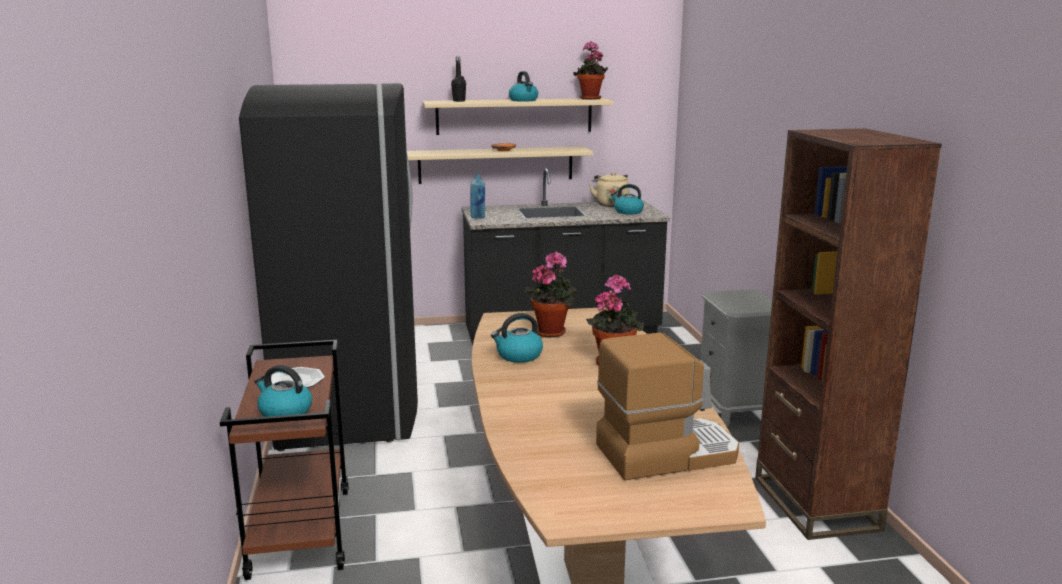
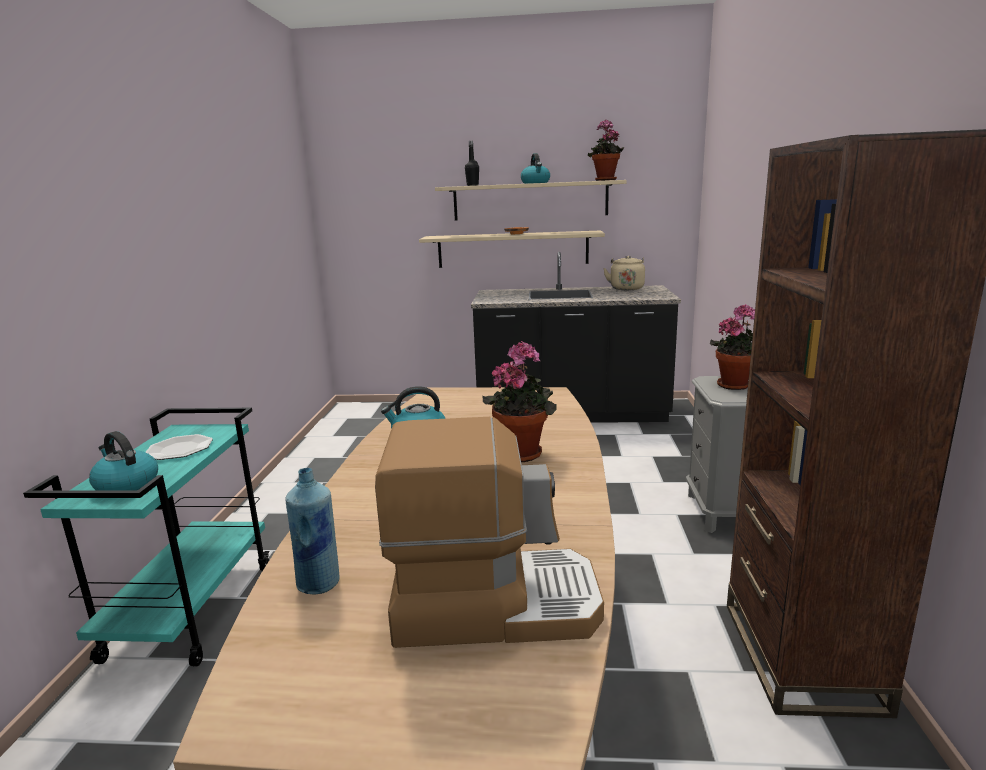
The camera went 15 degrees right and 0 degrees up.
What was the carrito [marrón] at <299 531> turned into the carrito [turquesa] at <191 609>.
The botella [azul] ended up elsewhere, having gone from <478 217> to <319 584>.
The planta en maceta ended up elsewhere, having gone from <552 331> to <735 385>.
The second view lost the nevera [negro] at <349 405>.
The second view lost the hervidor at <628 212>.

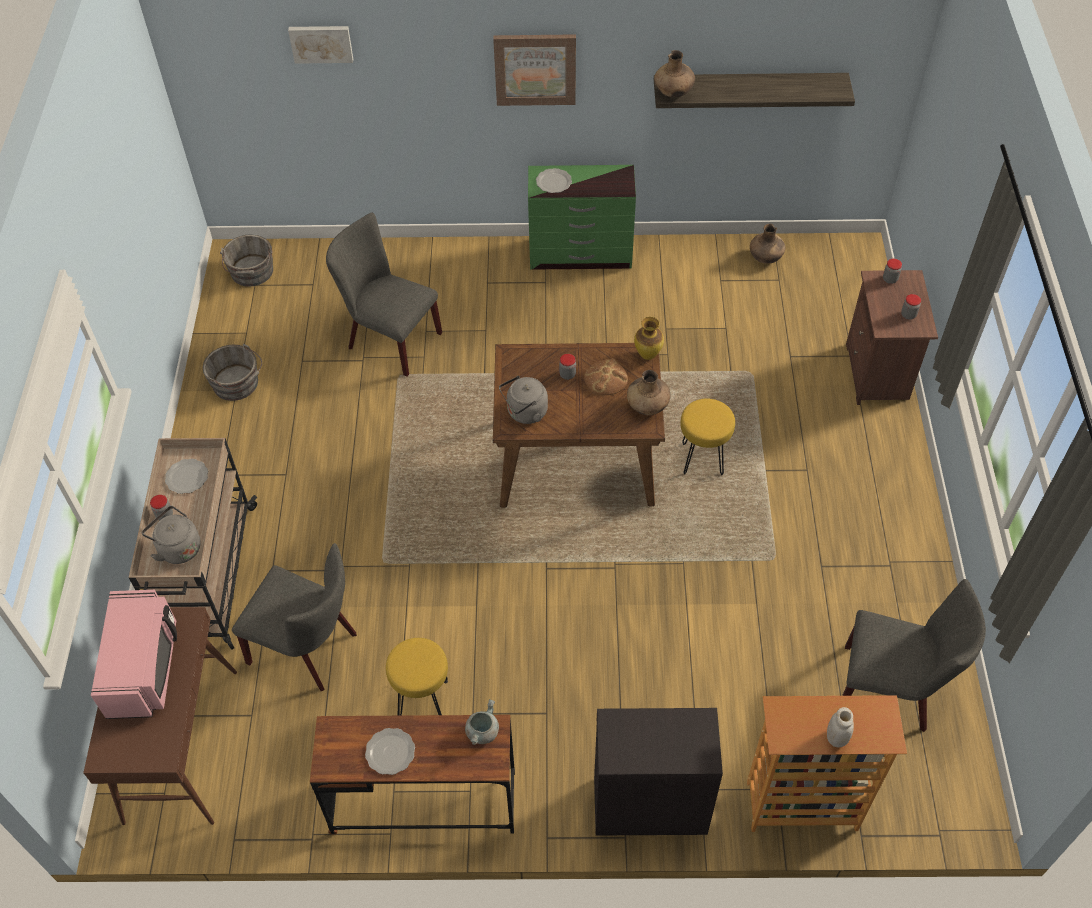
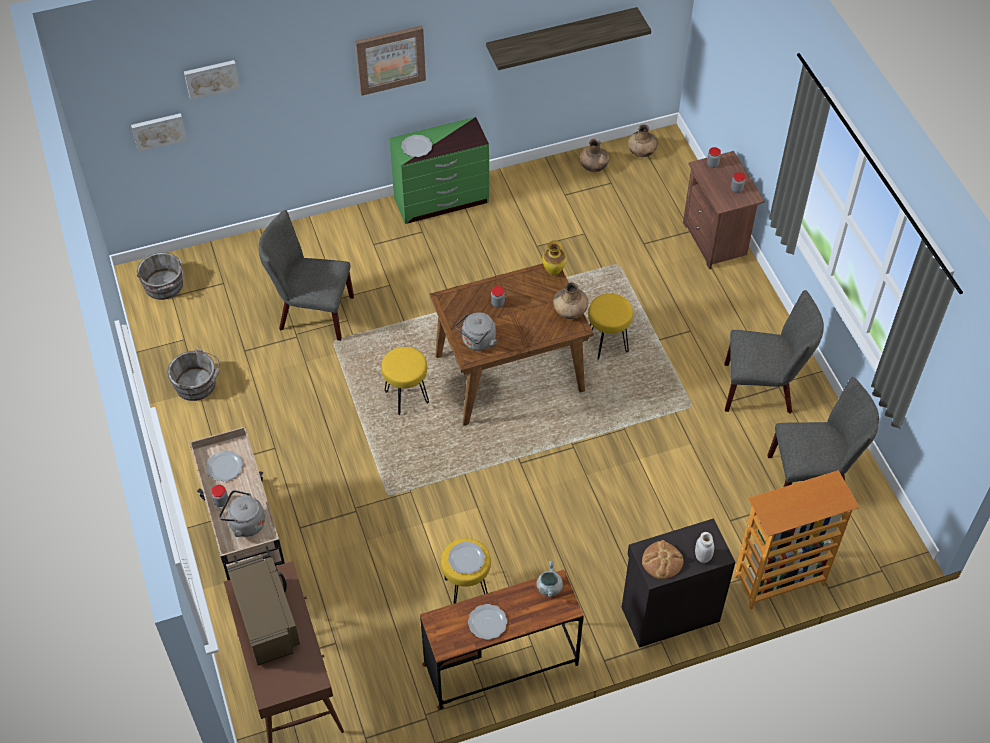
The camera went 20 degrees left and 0 degrees up.
The second view gained the cuadro at <158 131>.
What was the microondas [rosa] at <144 667> turned into the microondas [marrón] at <267 619>.
The second view gained the taburete [amarillo] at <406 397>.
The second view gained the plato at <466 559>.
The florero [marrón] ended up elsewhere, having gone from <673 92> to <641 152>.
The pan ended up elsewhere, having gone from <606 379> to <662 561>.
The tarro [blanco] ended up elsewhere, having gone from <836 738> to <702 556>.
The silla [gris] ended up elsewhere, having gone from <309 649> to <763 389>.

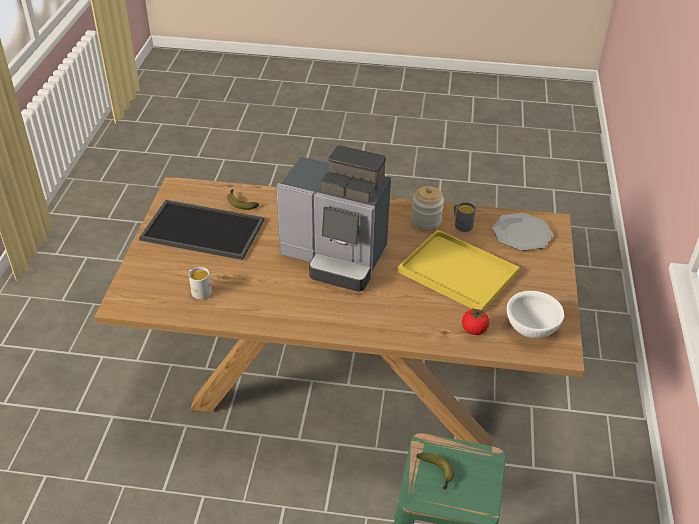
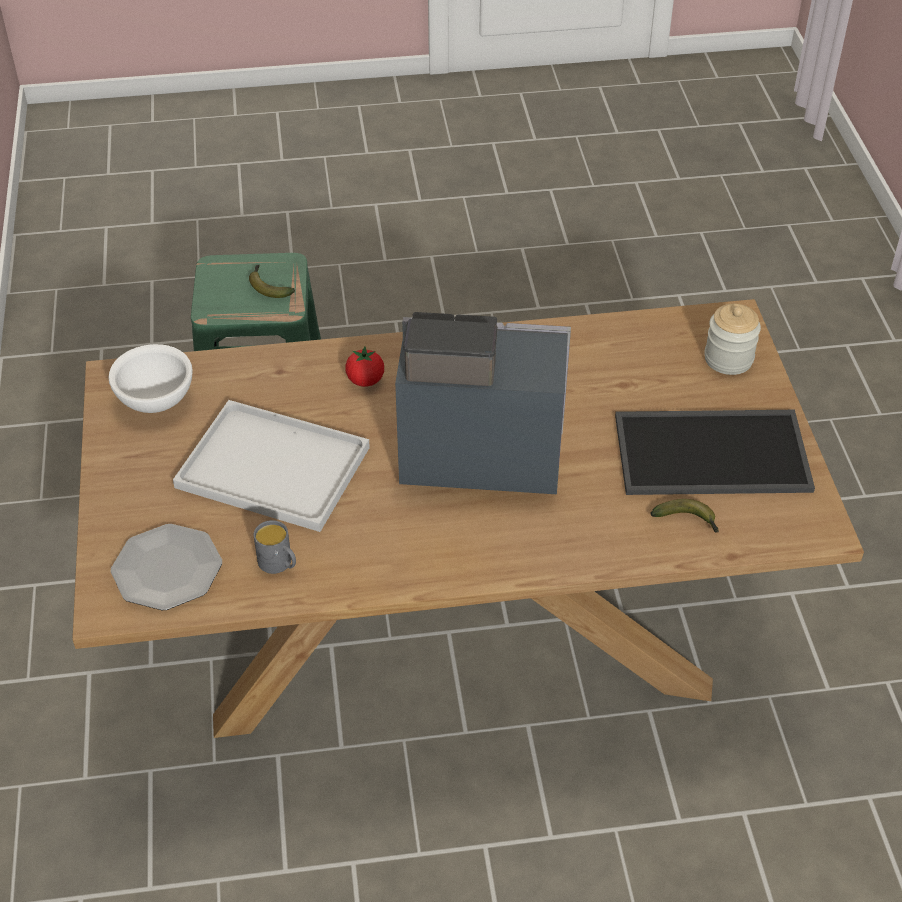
The camera went 165 degrees right and 5 degrees up.
What was the bandeja [amarillo] at <455 272> turned into the bandeja [blanco] at <277 467>.
The tomate ended up elsewhere, having gone from <474 330> to <365 380>.
The tarro ended up elsewhere, having gone from <426 221> to <728 359>.
The second view lost the taza grande [blanco] at <199 290>.

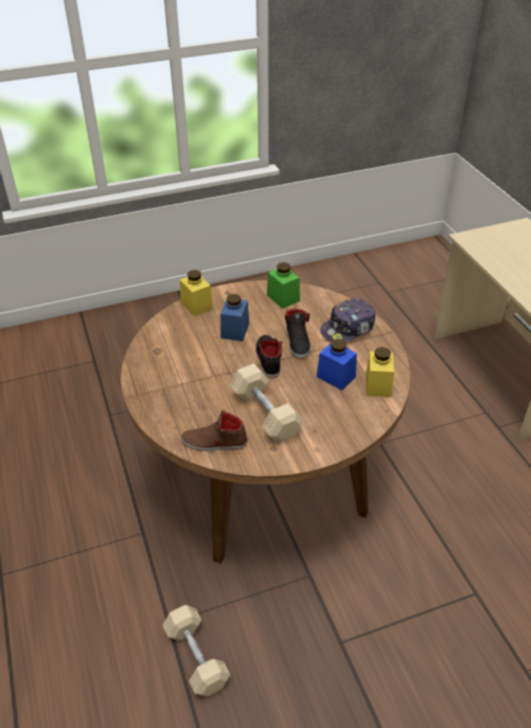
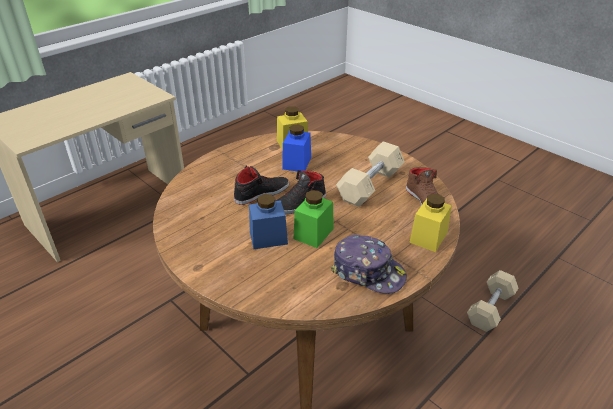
The camera went 115 degrees left and 5 degrees down.
The tarro [verde] ended up elsewhere, having gone from <283 298> to <313 233>.
The gorra ended up elsewhere, having gone from <348 328> to <368 272>.
The tarro [amarillo] ended up elsewhere, having gone from <196 305> to <428 237>.

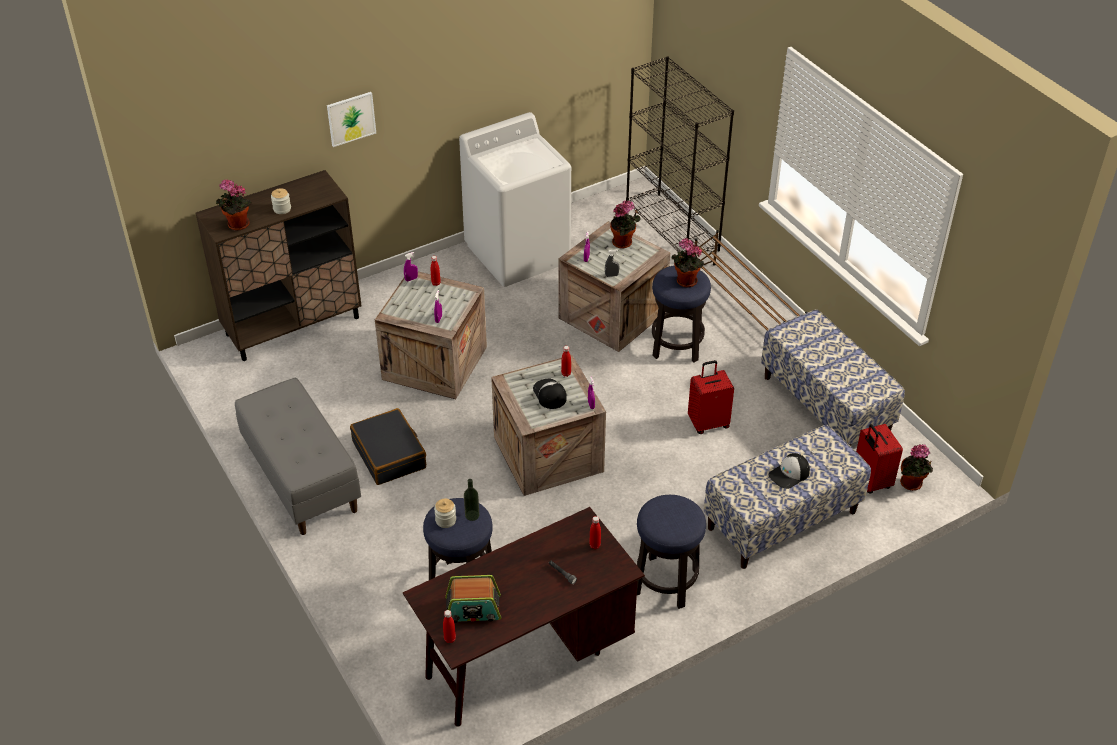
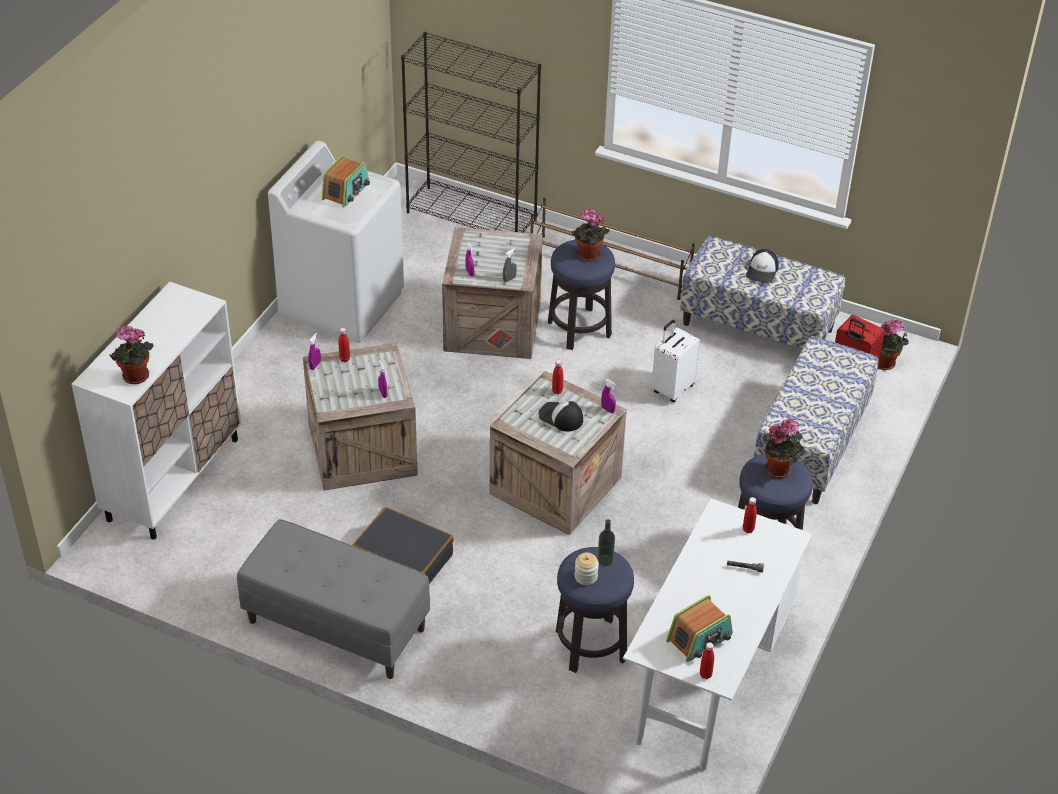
The camera went 35 degrees left and 0 degrees up.
What was the armario [marrón] at <293 326> turned into the armario [blanco] at <174 478>.
The second view gained the radio at <346 191>.
What was the escritorio [marrón] at <526 659> turned into the escritorio [blanco] at <709 679>.
What was the maleta [rojo] at <708 423> turned into the maleta [blanco] at <672 388>.
The gorra ended up elsewhere, having gone from <789 474> to <762 271>.
The planta en maceta ended up elsewhere, having gone from <624 243> to <780 469>.
The second view lost the tarro at <282 209>.
The second view lost the cuadro at <351 118>.

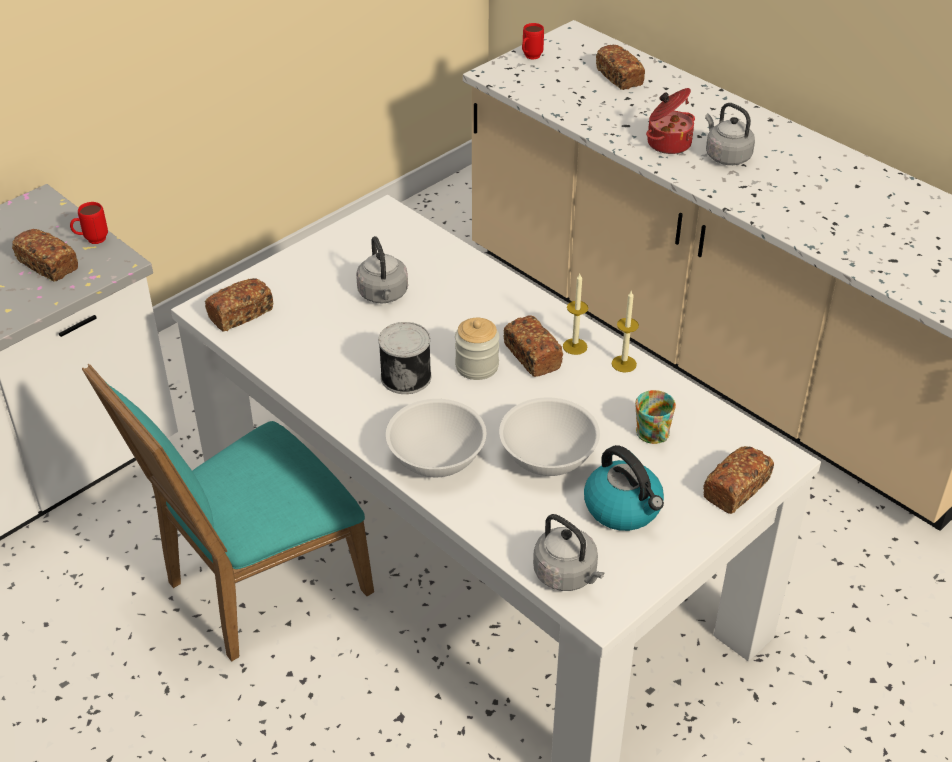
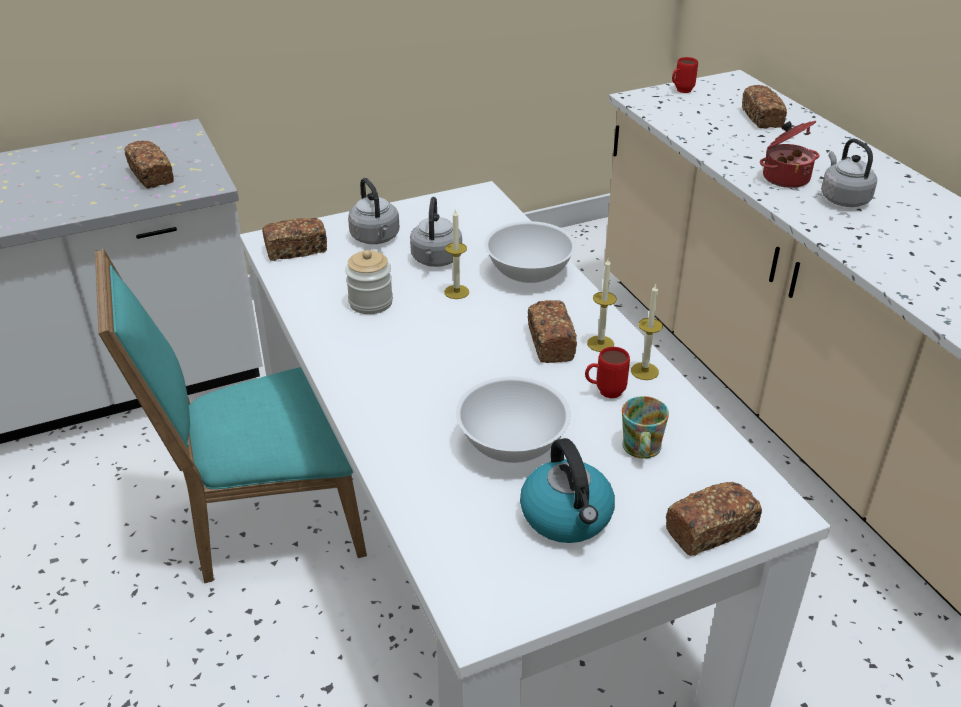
The camera went 20 degrees right and 5 degrees down.
The tarro ended up elsewhere, having gone from <477 366> to <370 302>.
The hervidor [gris] ended up elsewhere, having gone from <567 575> to <376 238>.
The second view gained the vela at <456 292>.
The cuenco [blanco] ended up elsewhere, having gone from <437 459> to <529 272>.
The taza grande [rojo] ended up elsewhere, having gone from <91 240> to <604 392>.
The second view lost the lata at <406 376>.

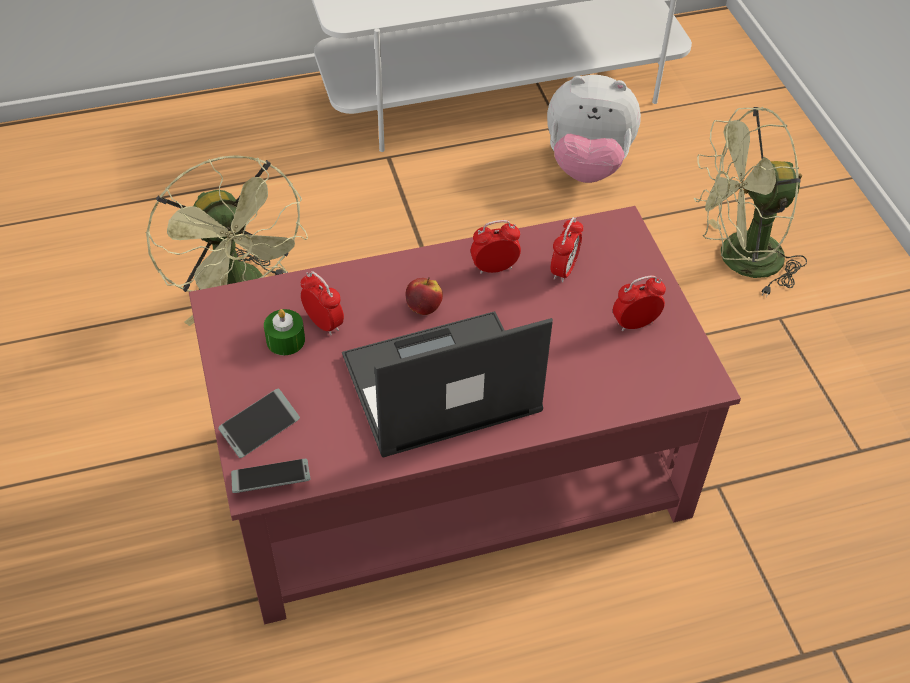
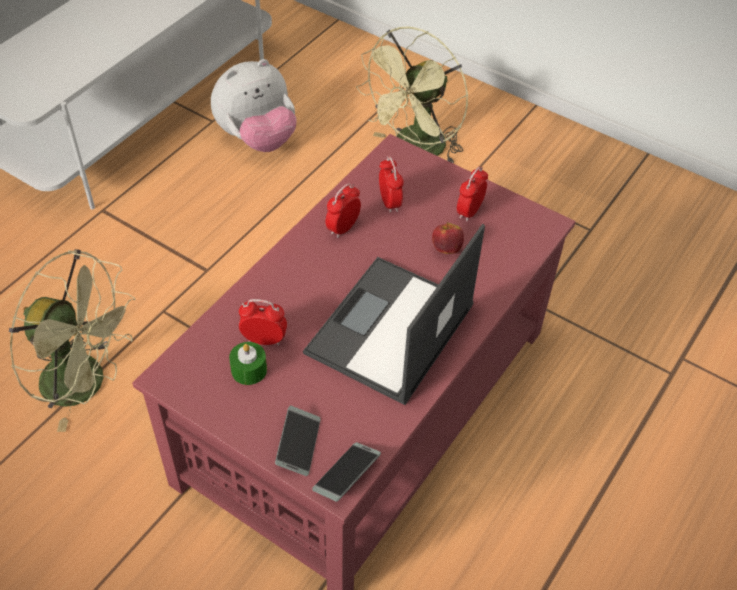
The camera went 40 degrees left and 0 degrees up.
The manzana ended up elsewhere, having gone from <423 307> to <446 249>.

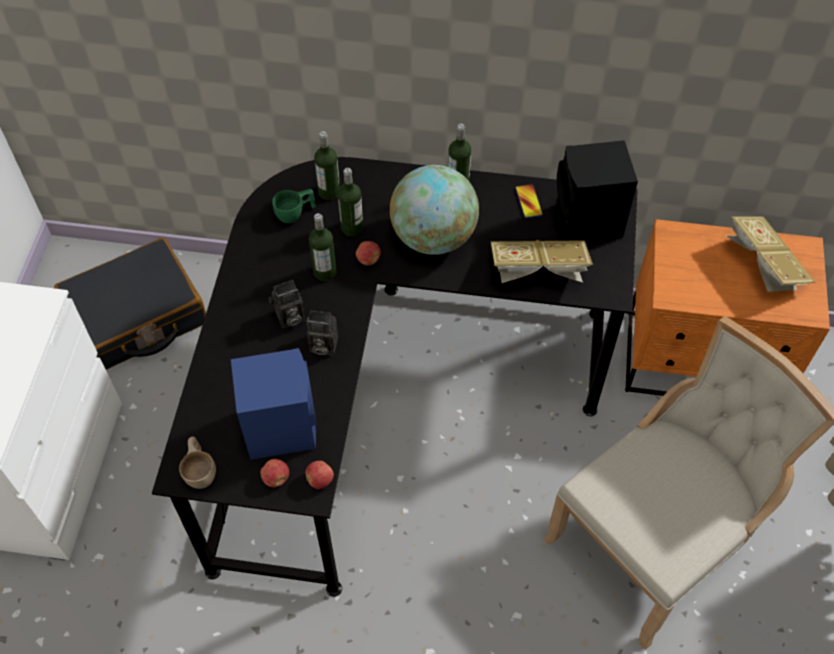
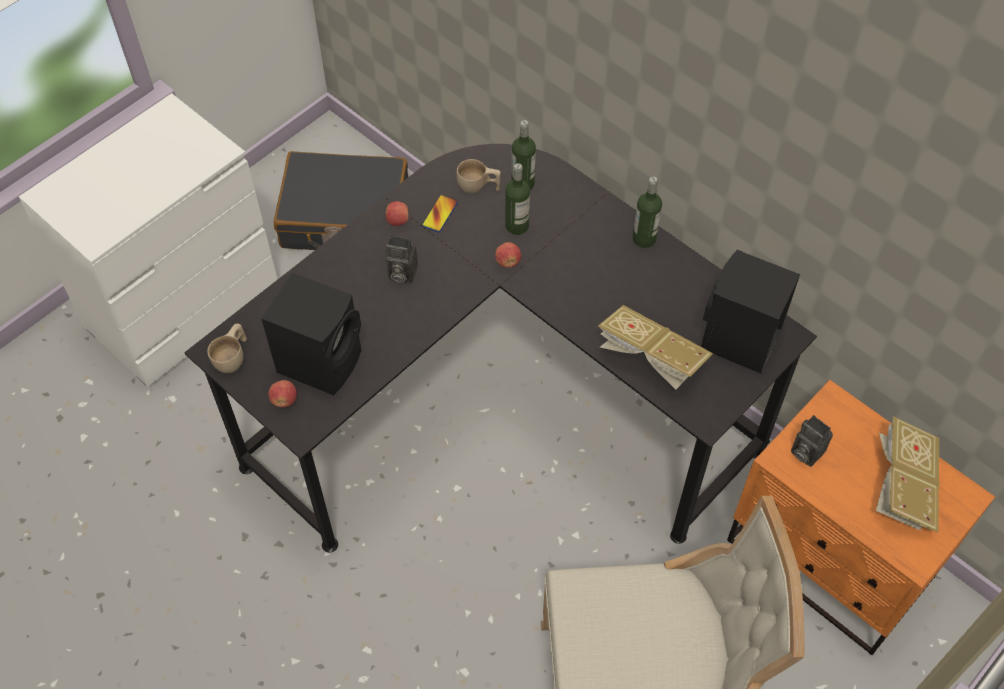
The camera went 35 degrees right and 0 degrees up.
What was the altavoz [azul] at <280 426> turned into the altavoz [negro] at <322 359>.
The manzana ended up elsewhere, having gone from <320 480> to <397 221>.
The móvil ended up elsewhere, having gone from <528 201> to <440 214>.
What was the taza [verde] at <295 213> turned into the taza [beis] at <478 187>.
The cámara ended up elsewhere, having gone from <322 345> to <805 452>.
The second view lost the botella at <324 271>.
The second view lost the globo terráqueo at <433 237>.

